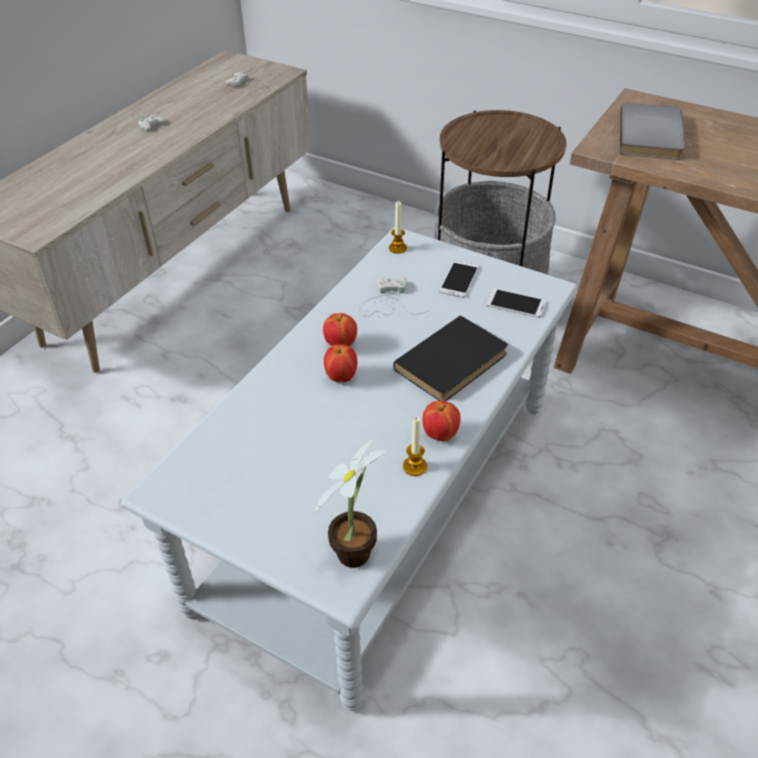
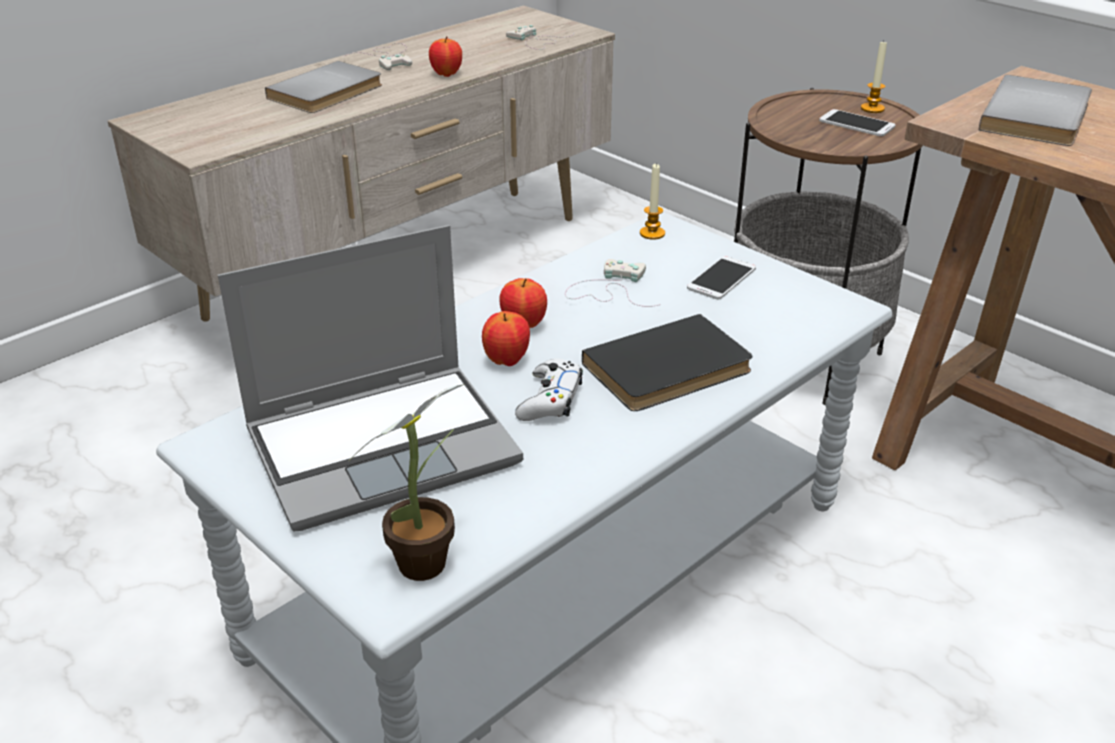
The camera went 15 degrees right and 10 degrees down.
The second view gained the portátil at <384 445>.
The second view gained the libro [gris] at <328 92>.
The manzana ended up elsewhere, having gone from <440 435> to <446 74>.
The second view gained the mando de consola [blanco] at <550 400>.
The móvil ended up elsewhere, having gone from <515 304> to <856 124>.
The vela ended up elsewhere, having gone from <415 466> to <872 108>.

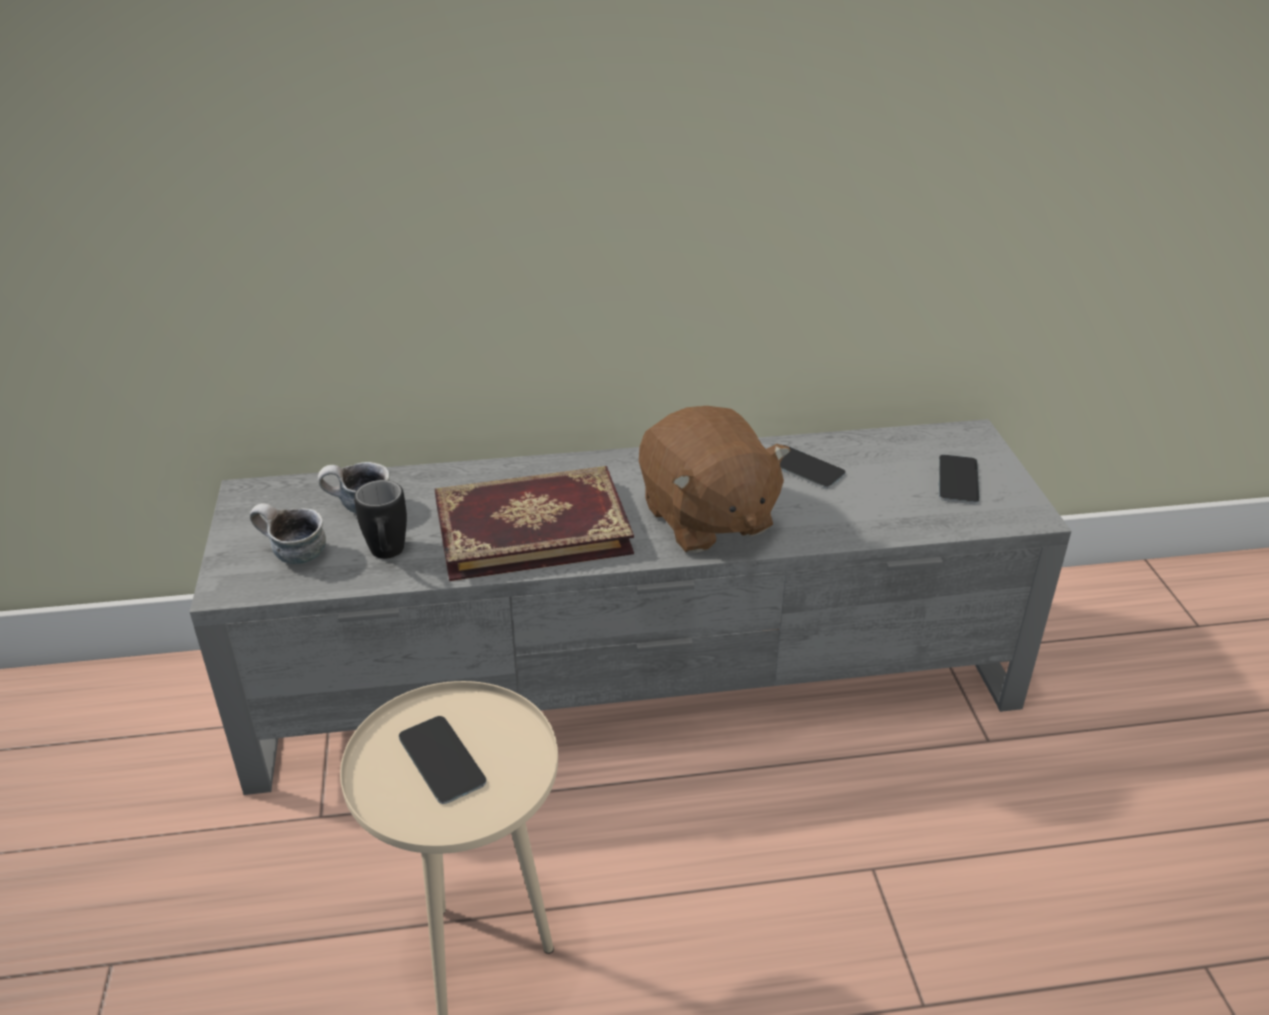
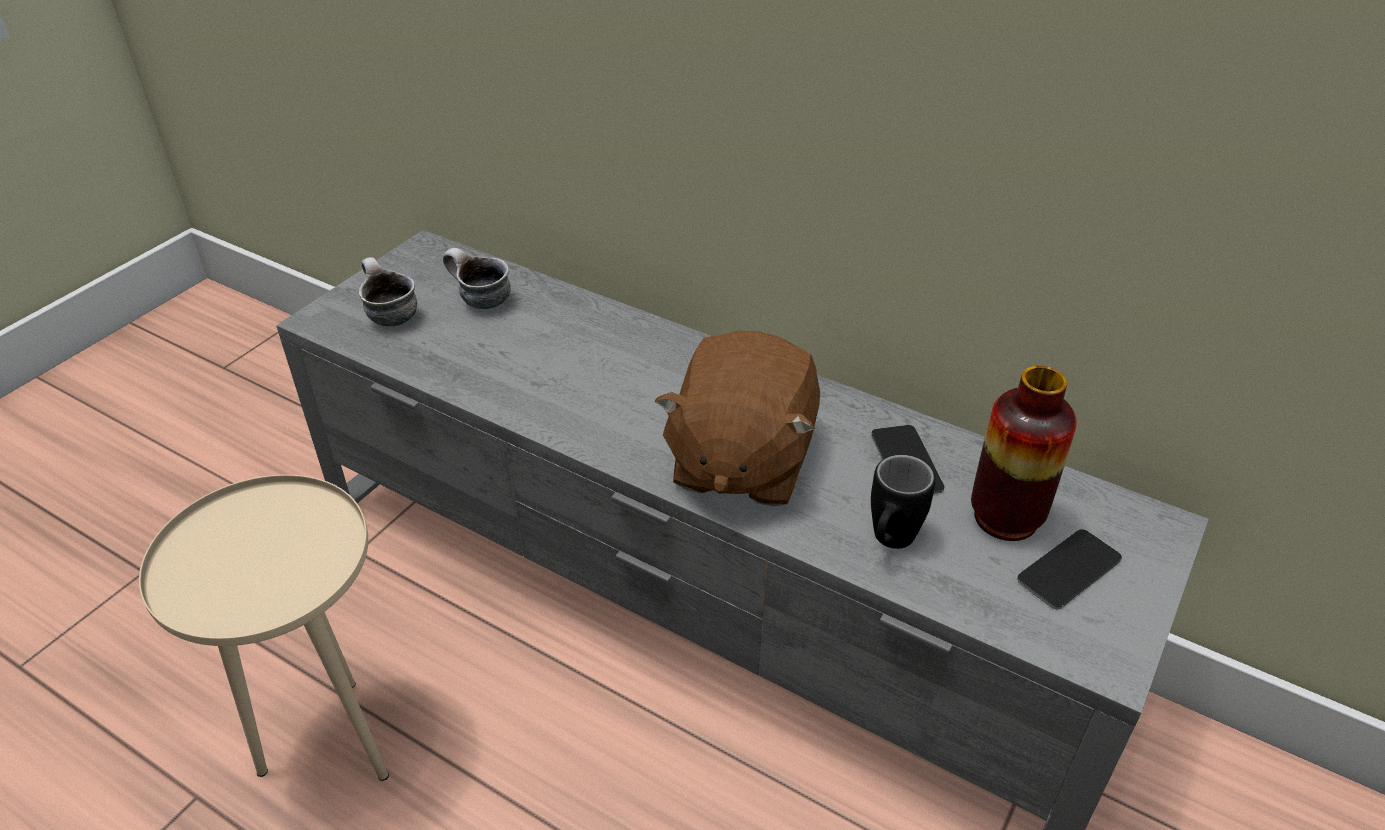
The camera went 40 degrees right and 5 degrees up.
The taza grande [negro] ended up elsewhere, having gone from <387 556> to <889 543>.
The second view gained the florero at <1005 518>.
The second view lost the móvil at <441 760>.
The second view lost the libro at <531 526>.

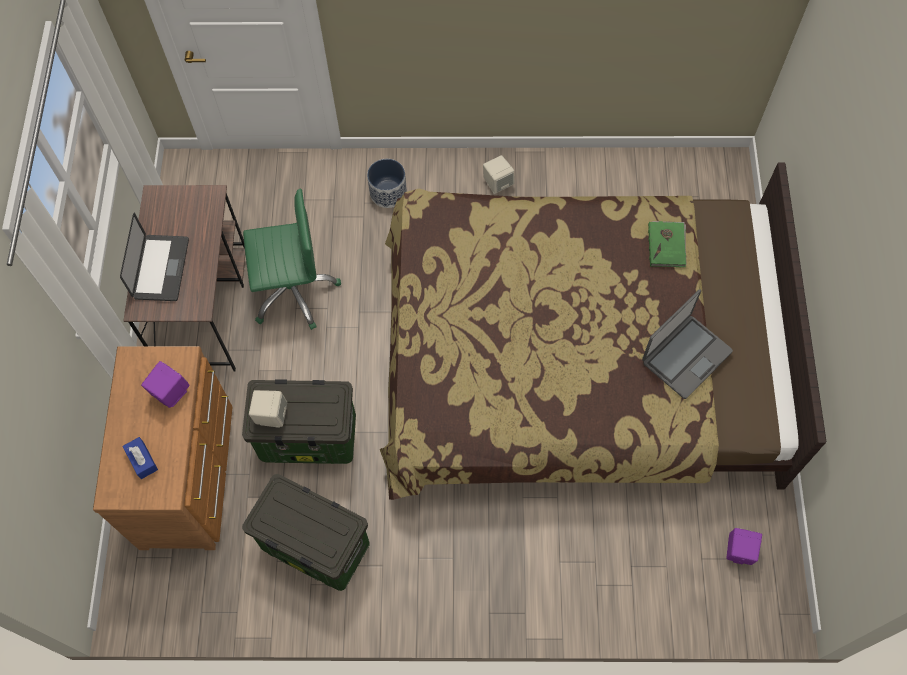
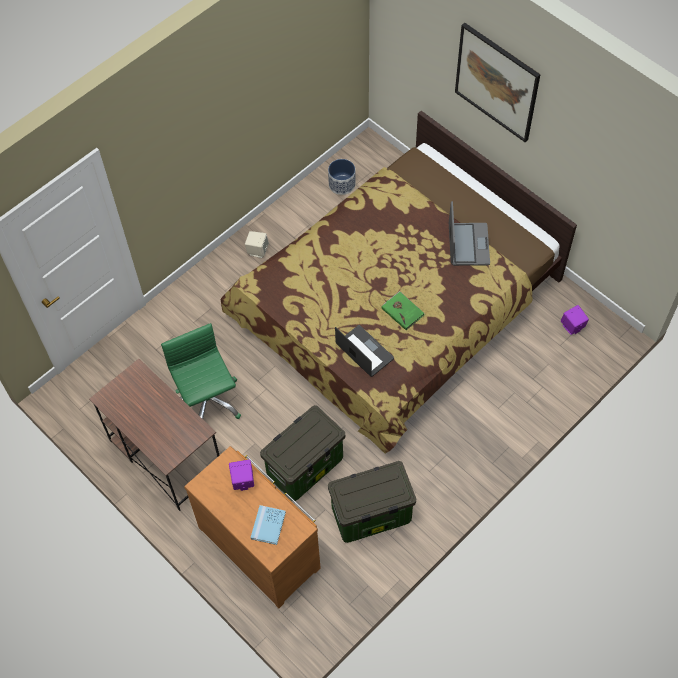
The camera went 45 degrees left and 5 degrees down.
The silla de oficina [verde] at <293 291> ended up facing another way, 60 degrees counterclockwise from before.
Where the caja de pañuelos [azul] stood at <142 460>, the libro [azul] came to stand at <268 525>.
The maceta ended up elsewhere, having gone from <388 192> to <342 184>.
The portátil ended up elsewhere, having gone from <161 269> to <364 351>.
The libro [verde] ended up elsewhere, having gone from <667 245> to <403 311>.
The second view gained the cuadro at <497 82>.
The second view lost the altavoz [beis] at <271 415>.

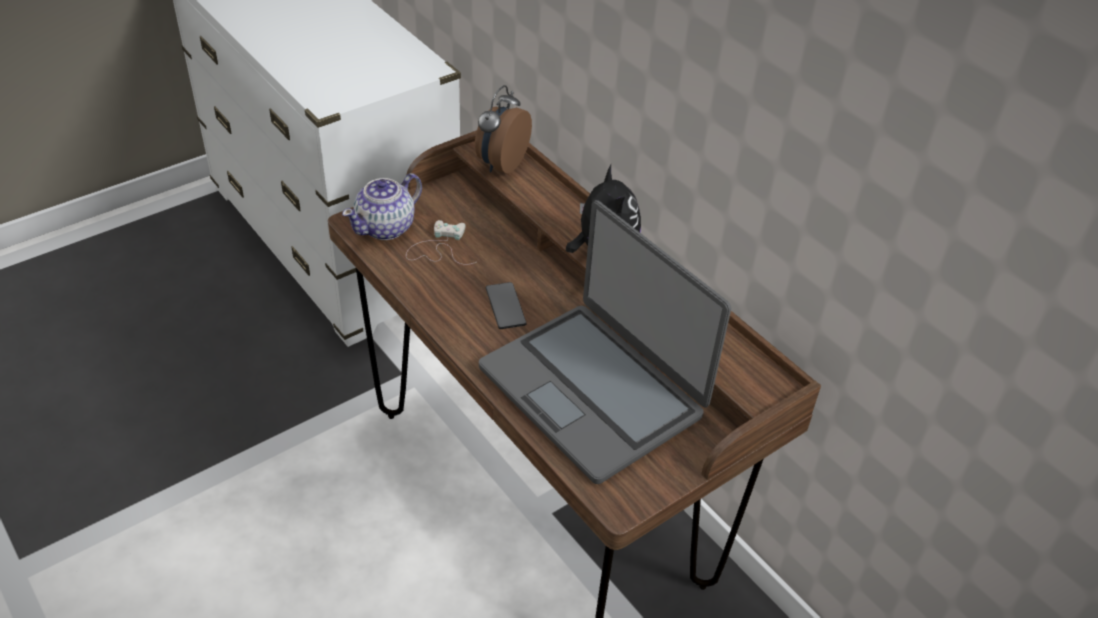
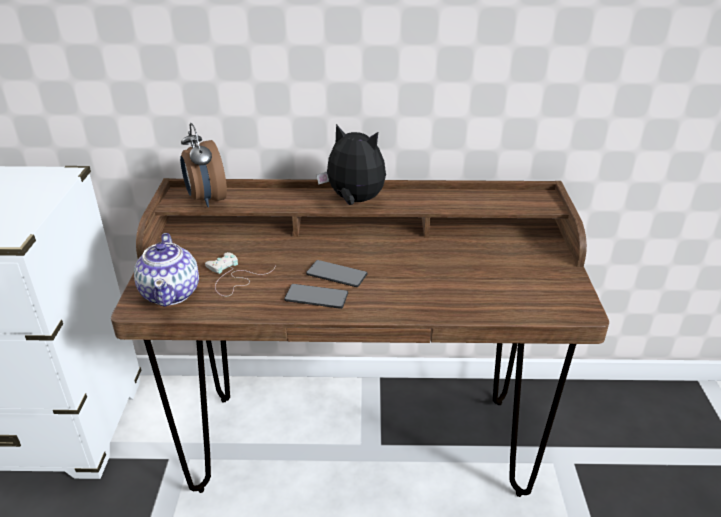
The camera went 50 degrees left and 10 degrees down.
The second view gained the móvil at <316 297>.
The second view lost the portátil at <593 390>.

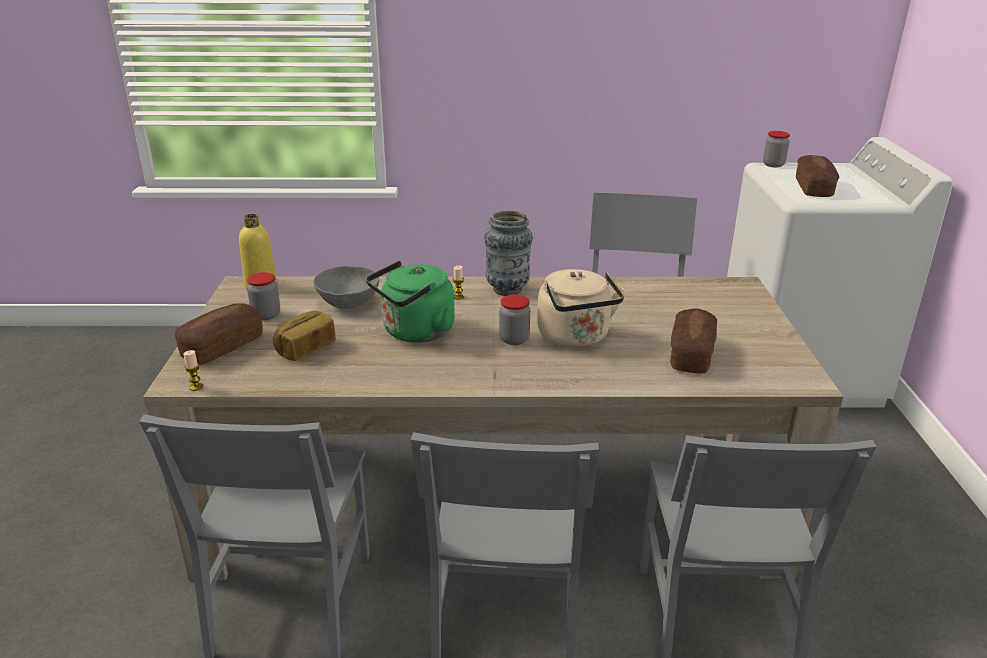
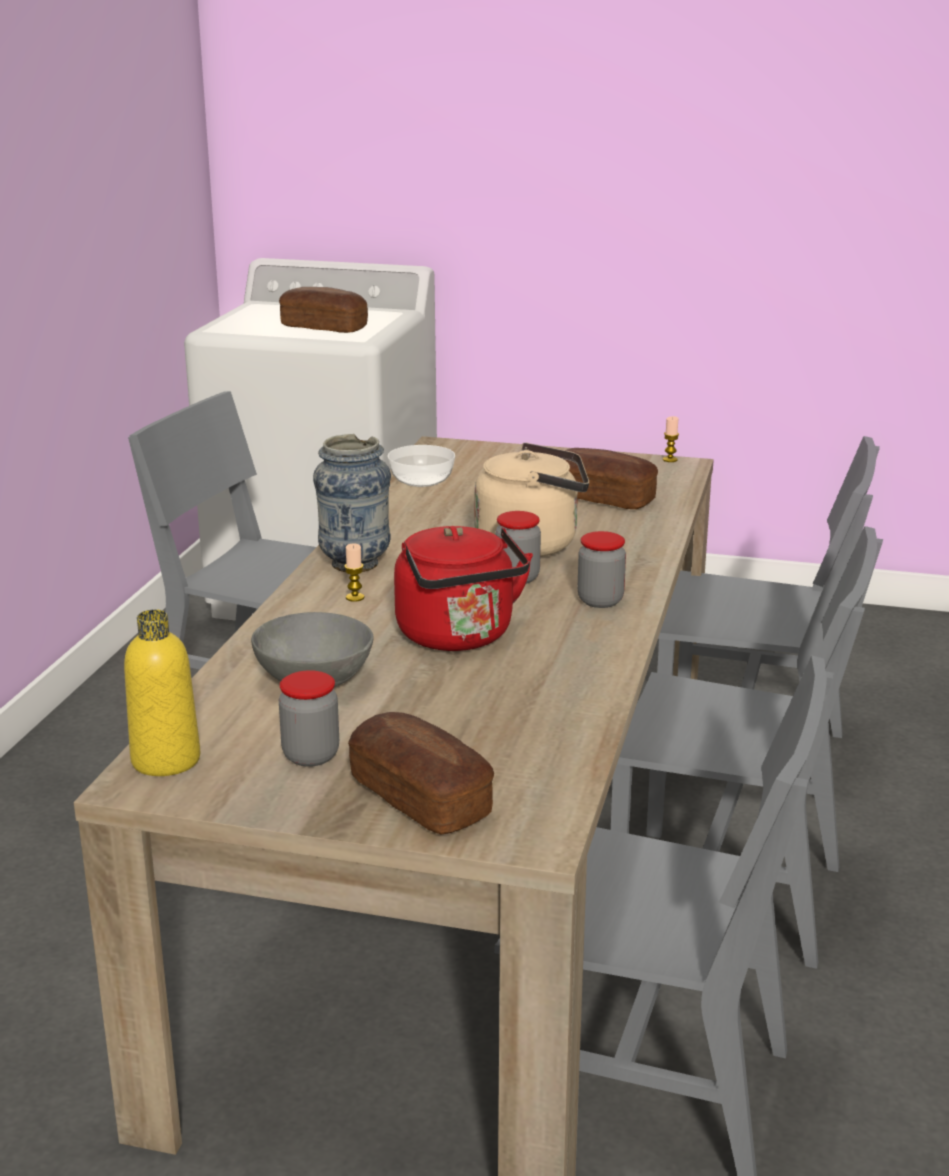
The camera went 75 degrees left and 5 degrees down.
The second view gained the cuenco at <422 480>.
What was the hervidor [verde] at <415 332> turned into the hervidor [rojo] at <459 637>.
The tarro ended up elsewhere, having gone from <773 165> to <600 601>.
The vela ended up elsewhere, having gone from <196 387> to <670 460>.
The second view lost the pan at <305 348>.

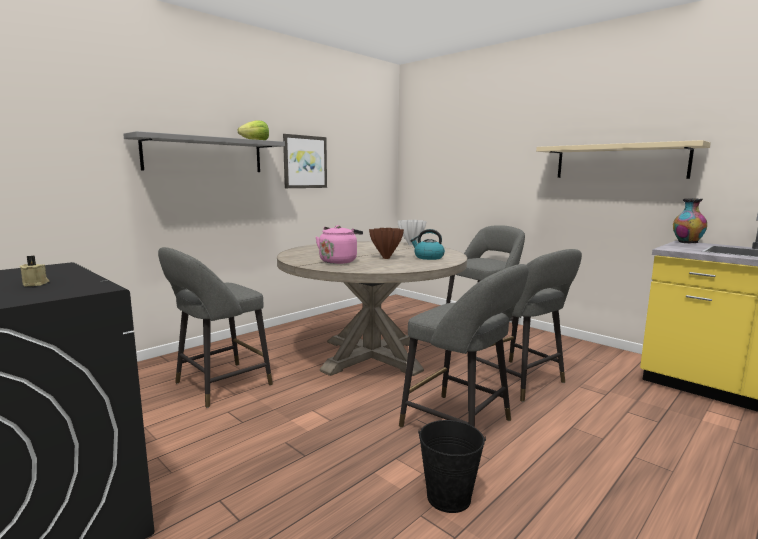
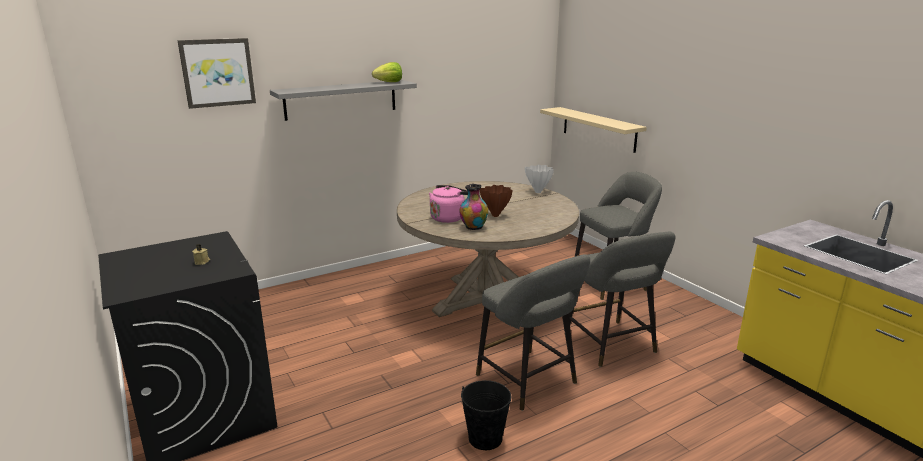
The camera went 15 degrees right and 10 degrees up.
The cuadro ended up elsewhere, having gone from <305 162> to <218 72>.
The florero ended up elsewhere, having gone from <687 242> to <473 227>.
The estante [beis] ended up elsewhere, having gone from <619 161> to <598 129>.
The second view lost the taburete [gris] at <218 385>.
The second view lost the hervidor at <428 257>.

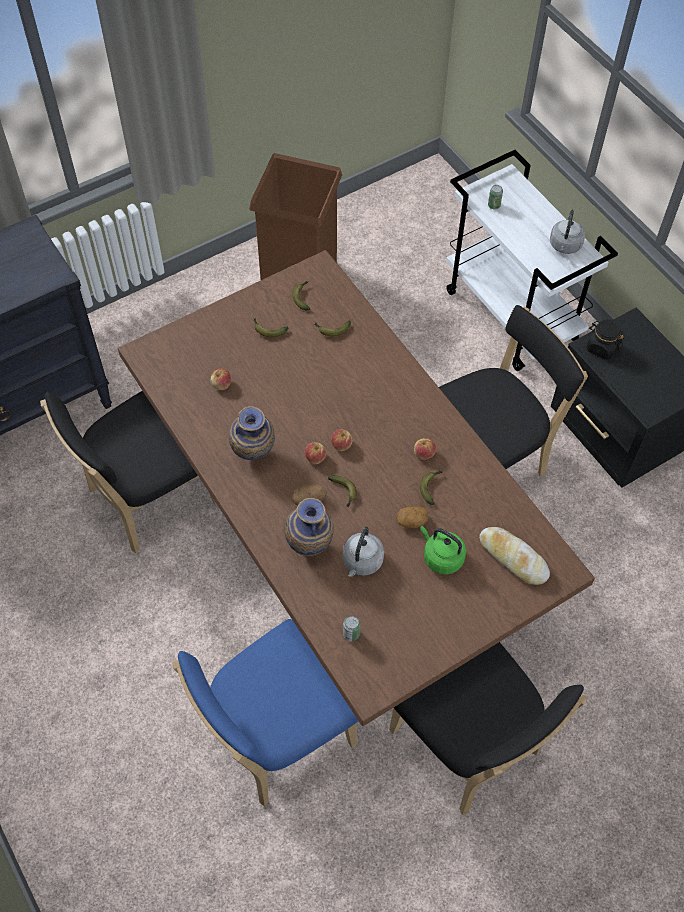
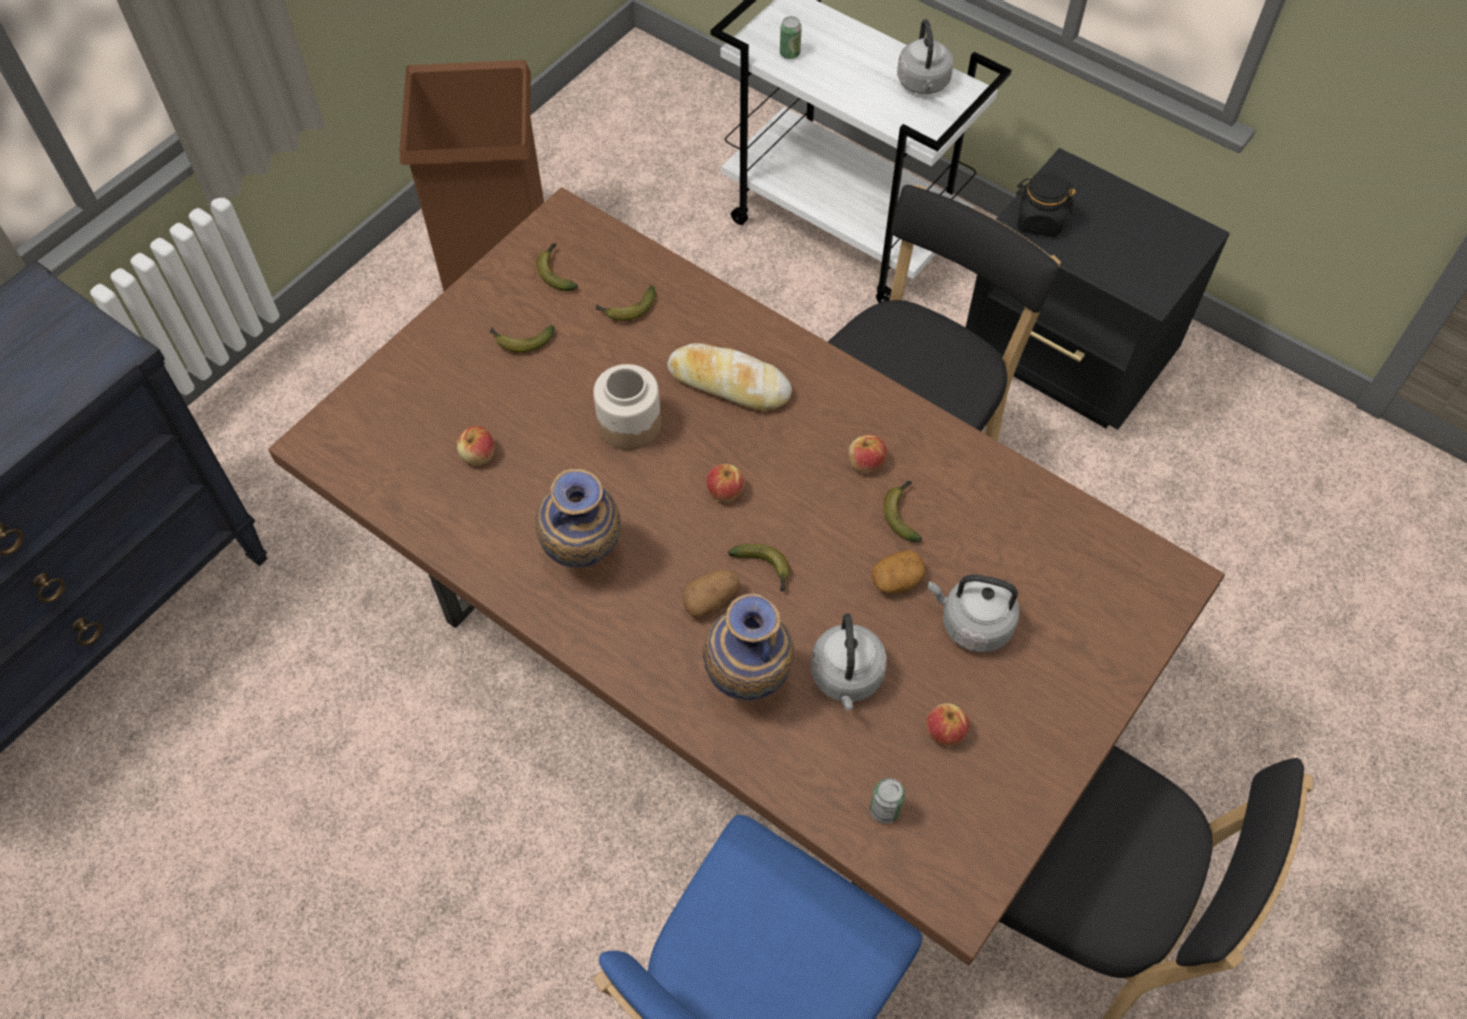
The camera went 20 degrees left and 0 degrees up.
The second view gained the tarro at <628 424>.
The pan ended up elsewhere, having gone from <513 558> to <729 383>.
The manzana ended up elsewhere, having gone from <315 457> to <944 731>.
What was the hervidor [verde] at <441 557> turned into the hervidor [gris] at <972 624>.
The second view lost the silla [negro] at <147 499>.

